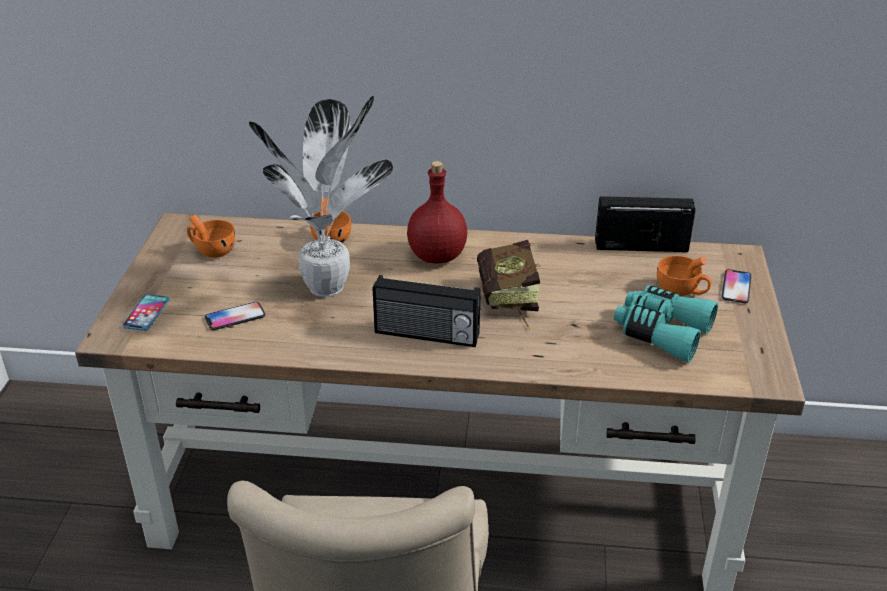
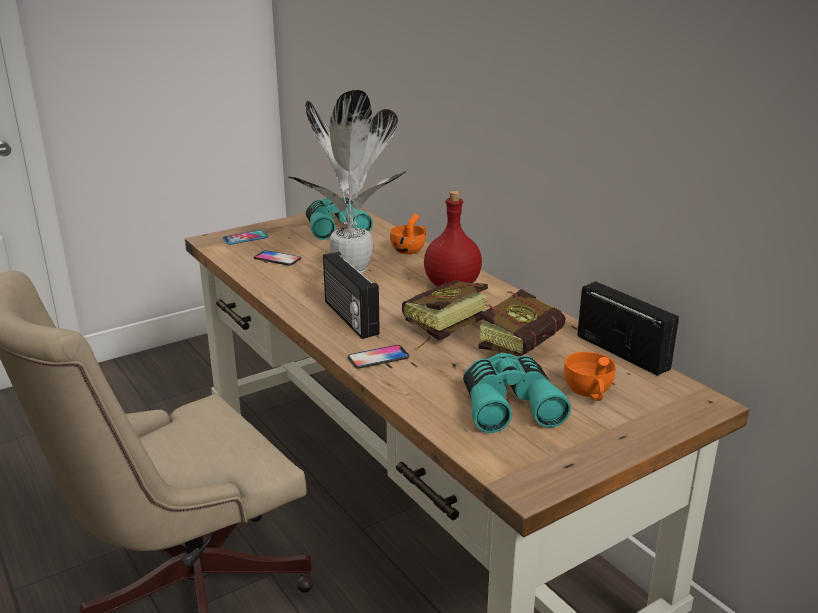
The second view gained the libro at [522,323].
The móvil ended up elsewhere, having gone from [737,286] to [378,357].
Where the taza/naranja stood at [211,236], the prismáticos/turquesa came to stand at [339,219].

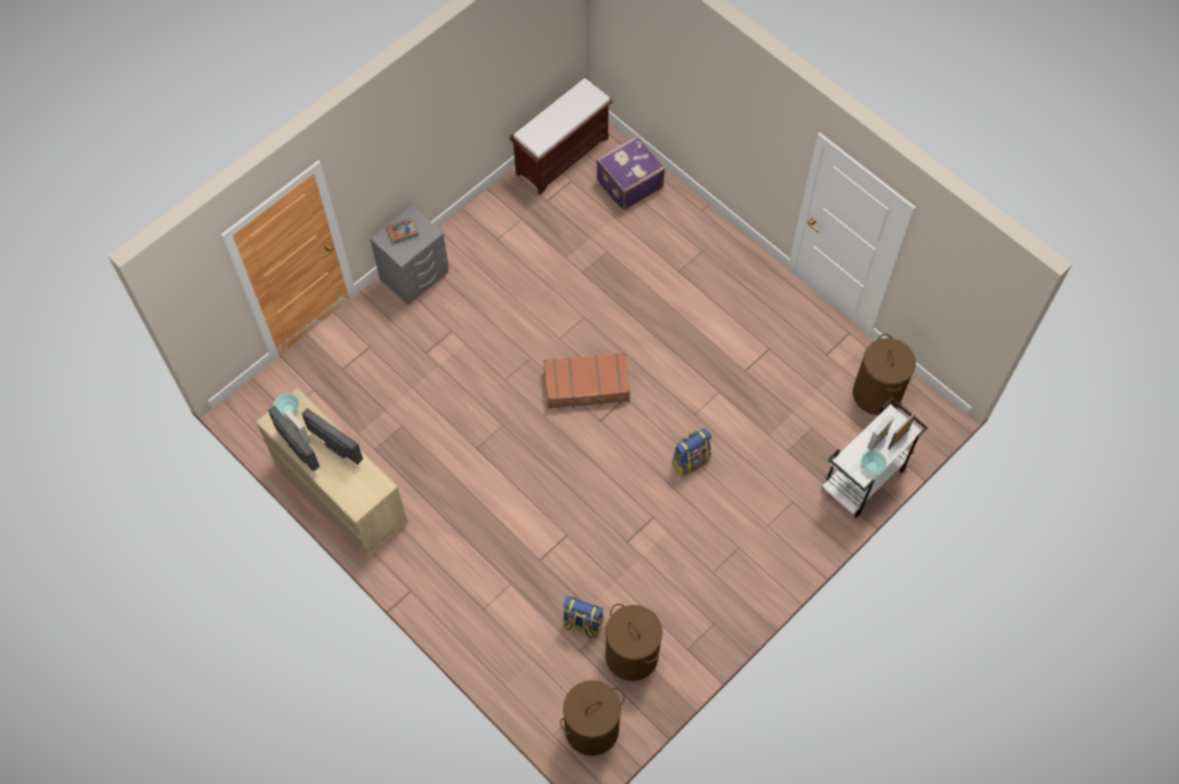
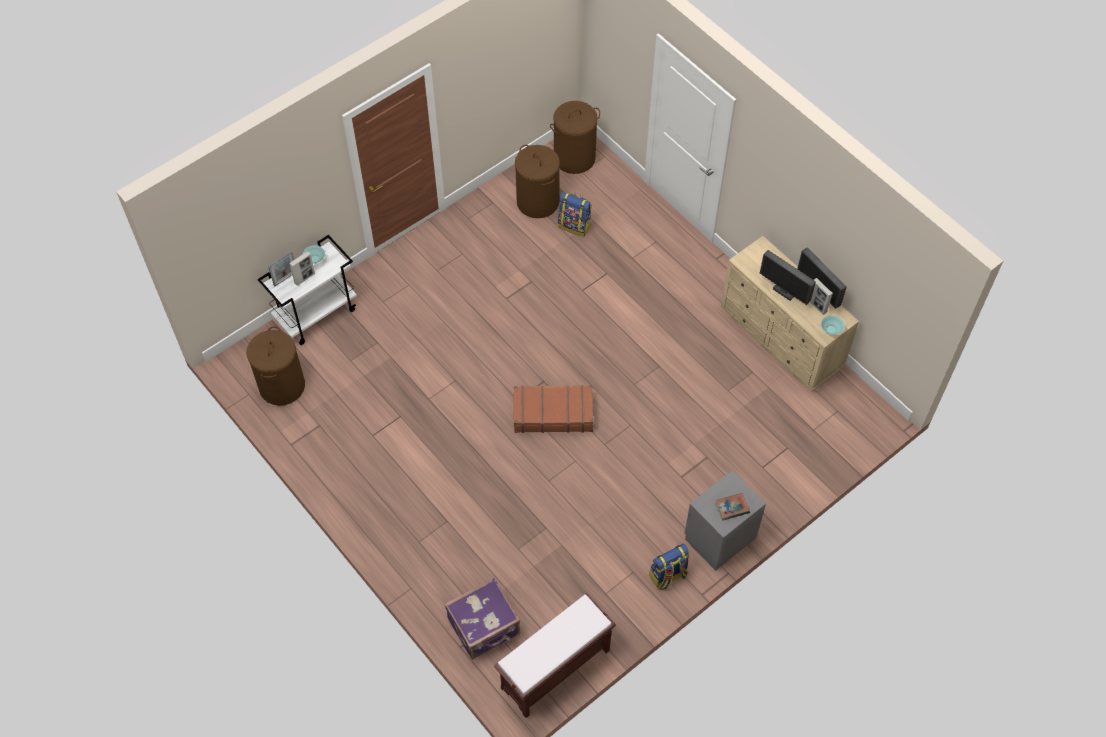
The mochila ended up elsewhere, having gone from [691,453] to [669,567].

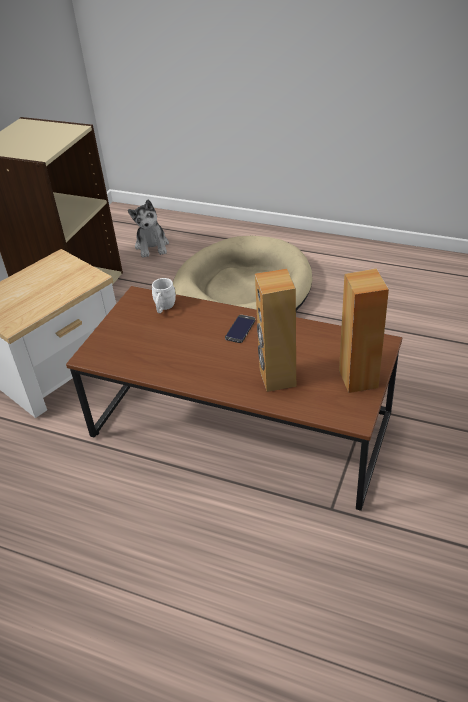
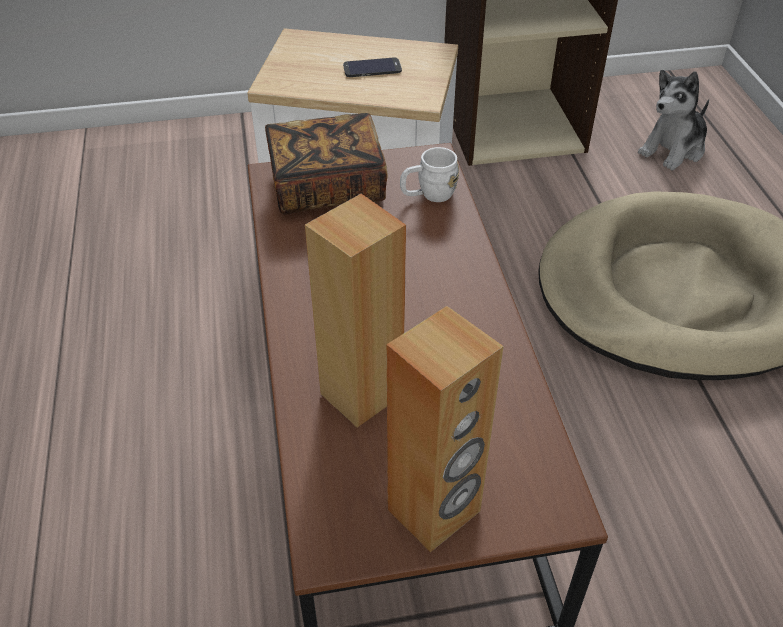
The second view gained the libro at [326,164].
The móvil ended up elsewhere, having gone from [240,329] to [372,67].

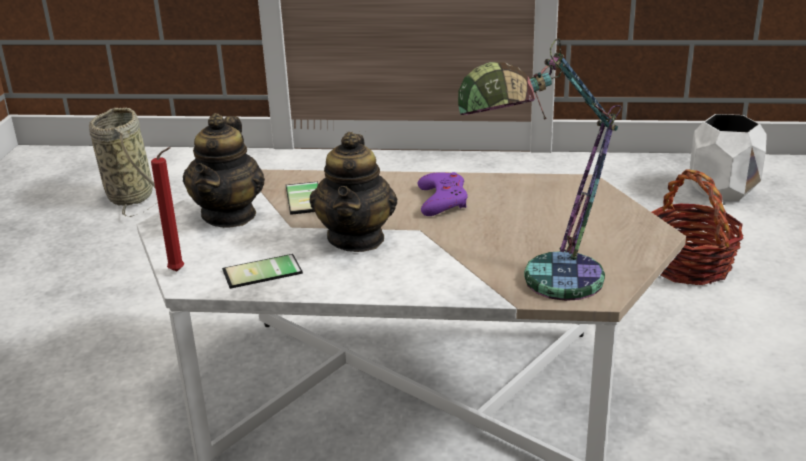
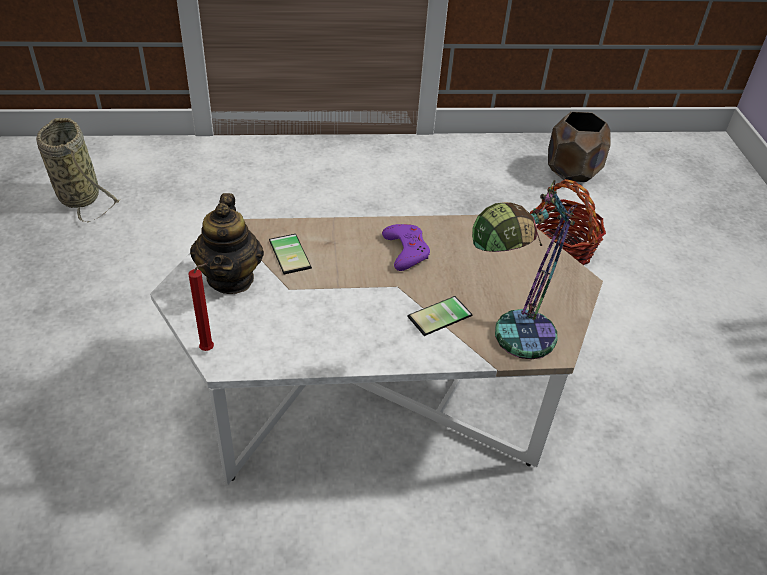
The second view lost the tetera at [353,192].
The móvil ended up elsewhere, having gone from [262,271] to [440,316].
What was the maceta/blanco at [728,157] turned into the maceta/marrón at [579,147].

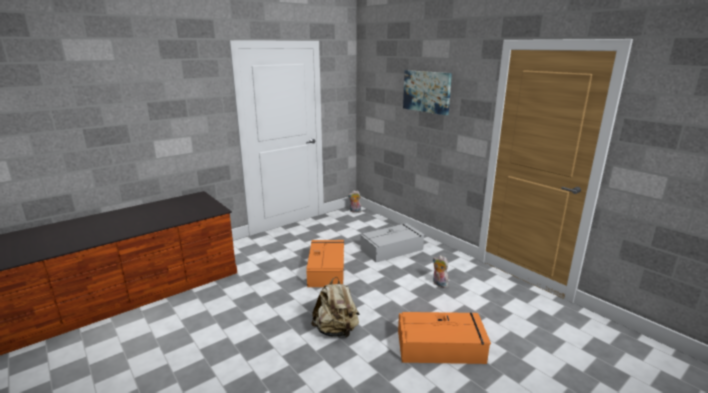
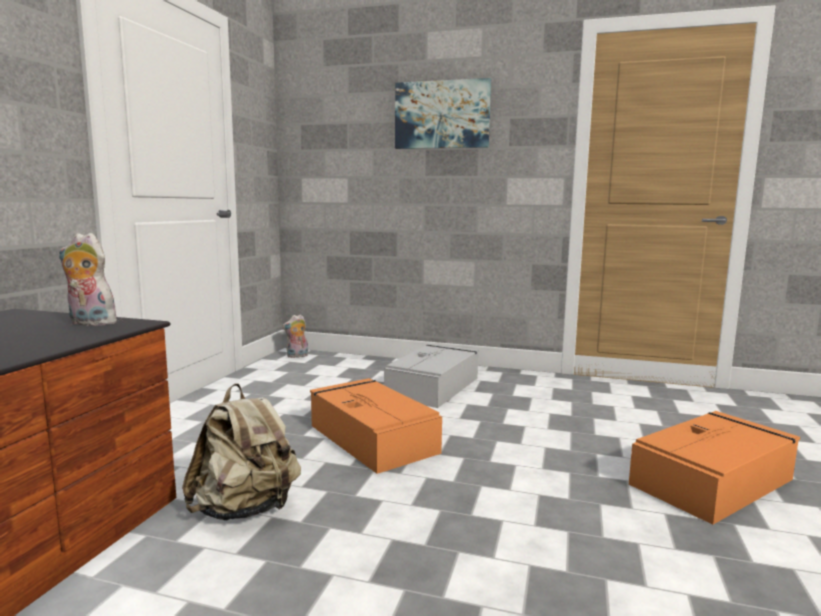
The mochila/beis ended up elsewhere, having gone from [335,307] to [241,452].
The peluche ended up elsewhere, having gone from [441,271] to [90,279].

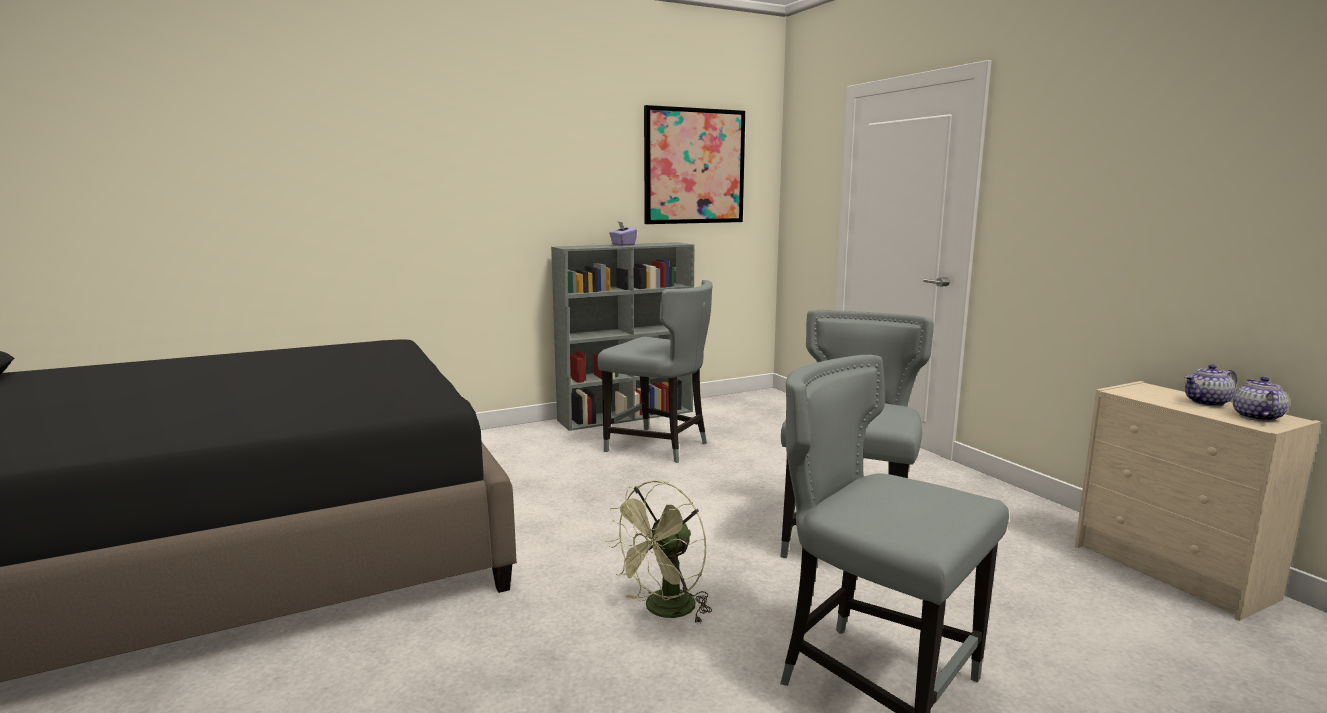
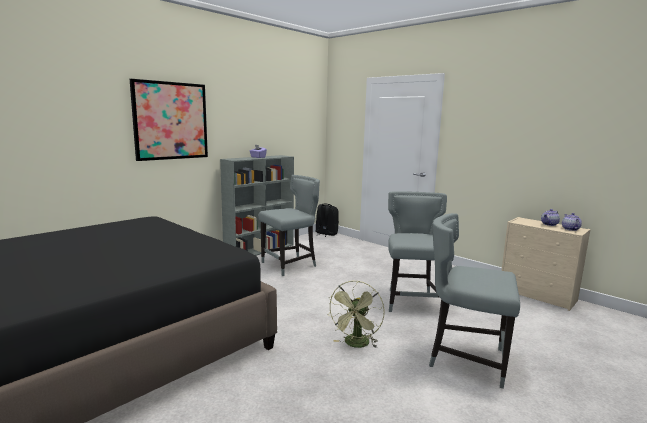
The second view gained the mochila/negro at [327,220].
The cuadro ended up elsewhere, having gone from [694,164] to [169,120].
The silla/gris at [655,371] ended up facing another way, 45 degrees counterclockwise from before.

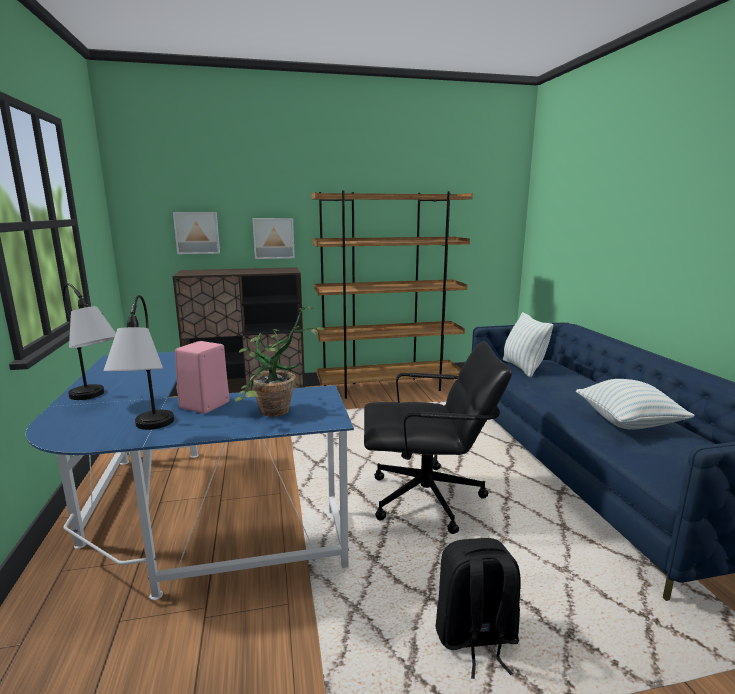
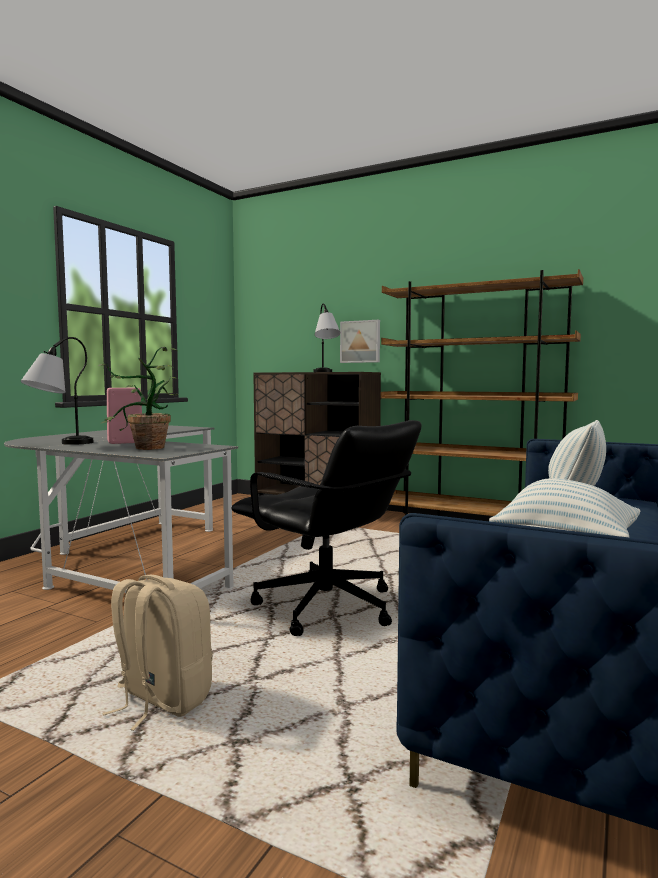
The second view lost the cuadro at [196,233].
The lámpara de mesa ended up elsewhere, having gone from [89,341] to [327,337].
What was the escritorio/azul at [190,476] turned into the escritorio/gris at [121,509].
What was the mochila/negro at [478,608] turned into the mochila/beis at [157,653].

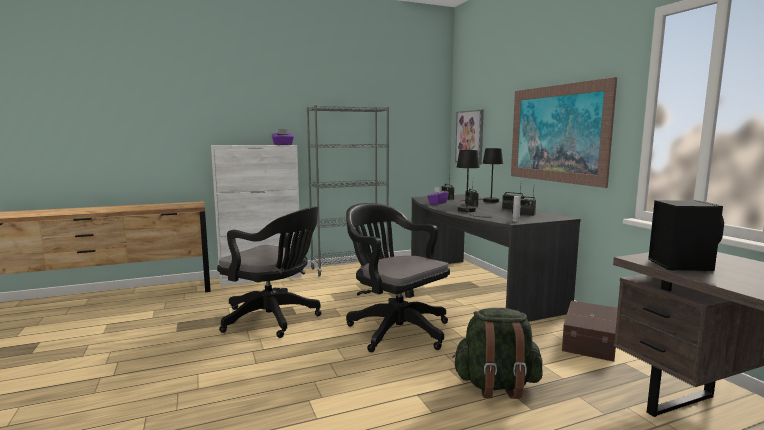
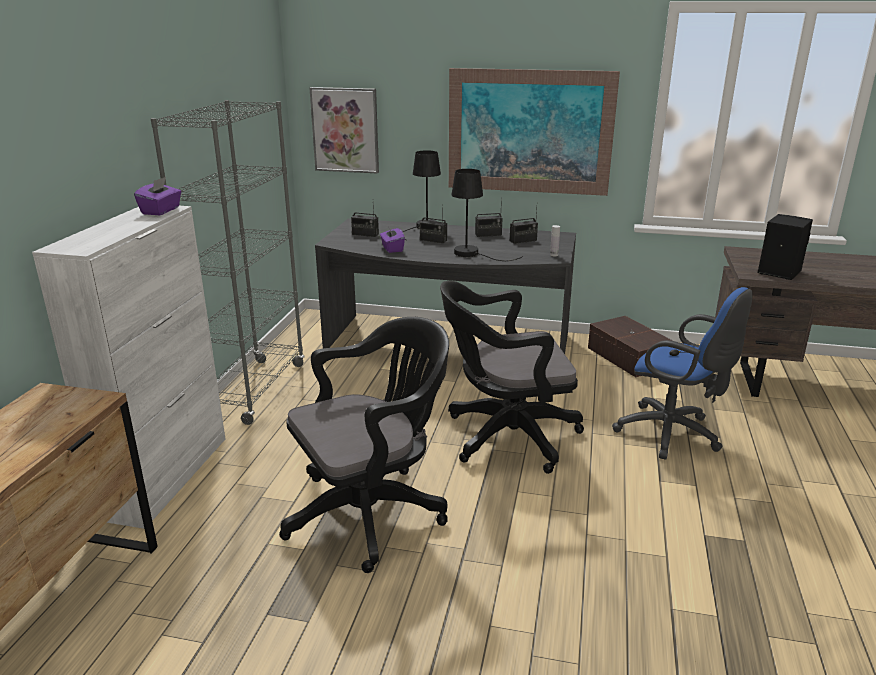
Where the mochila/verde stood at [497,353], the silla de oficina/azul came to stand at [682,373].

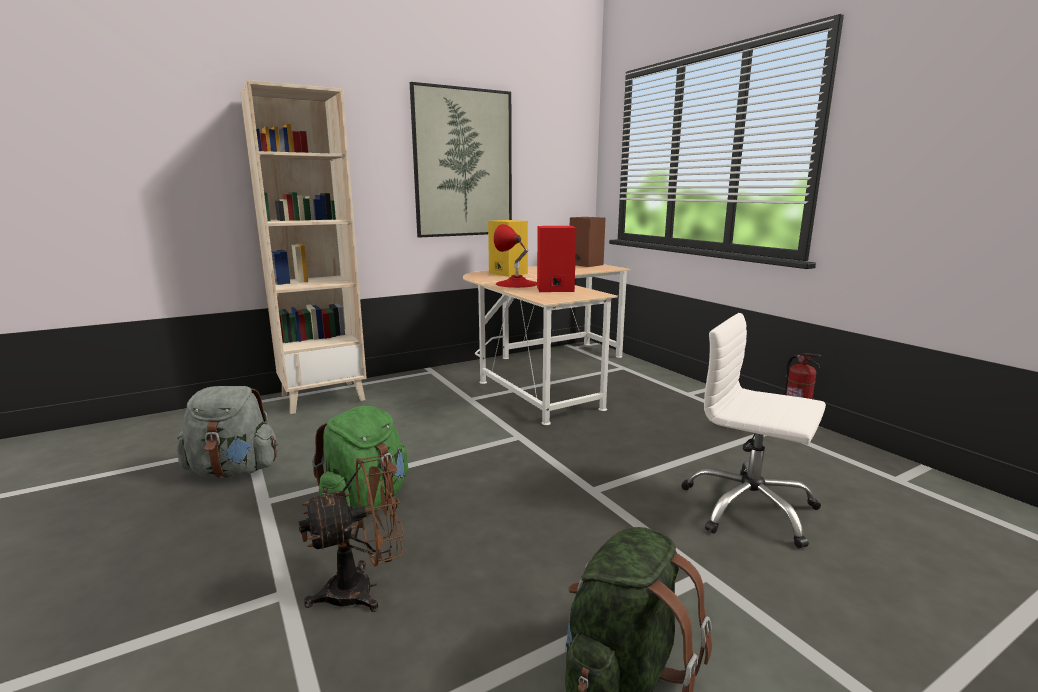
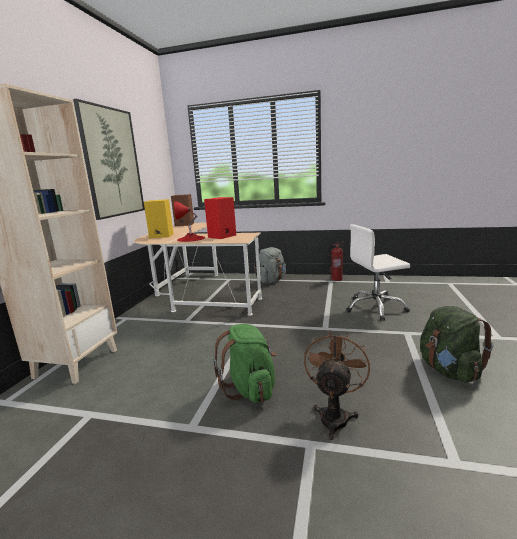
The mochila/gris ended up elsewhere, having gone from [227,432] to [270,265].

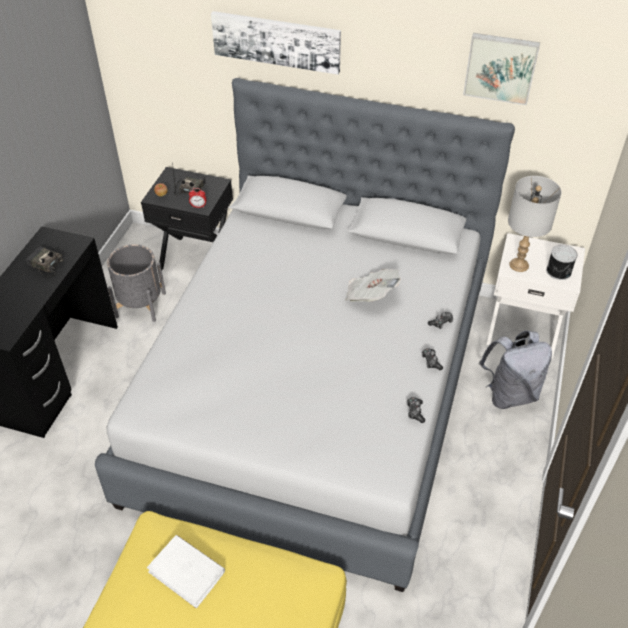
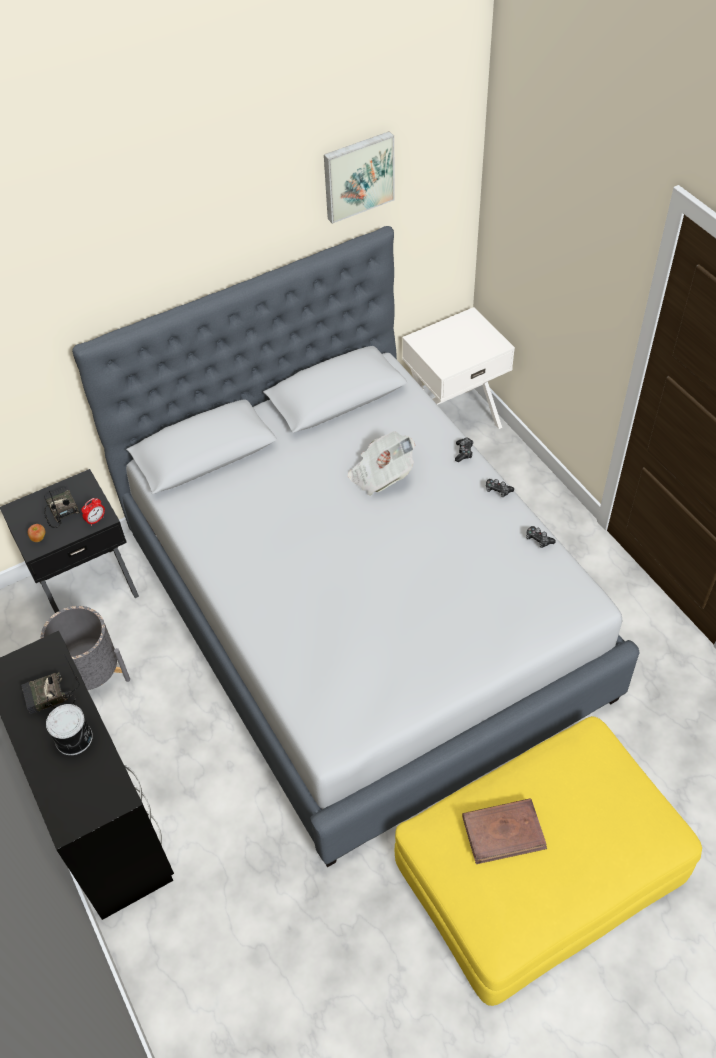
The second view lost the cuadro at [276,43].
The second view lost the mochila/gris at [515,370].
The second view lost the lámpara de mesa/gris at [535,224].
The lata ended up elsewhere, having gone from [561,262] to [69,729].
What was the libro/blanco at [186,571] turned into the libro/marrón at [504,831].

